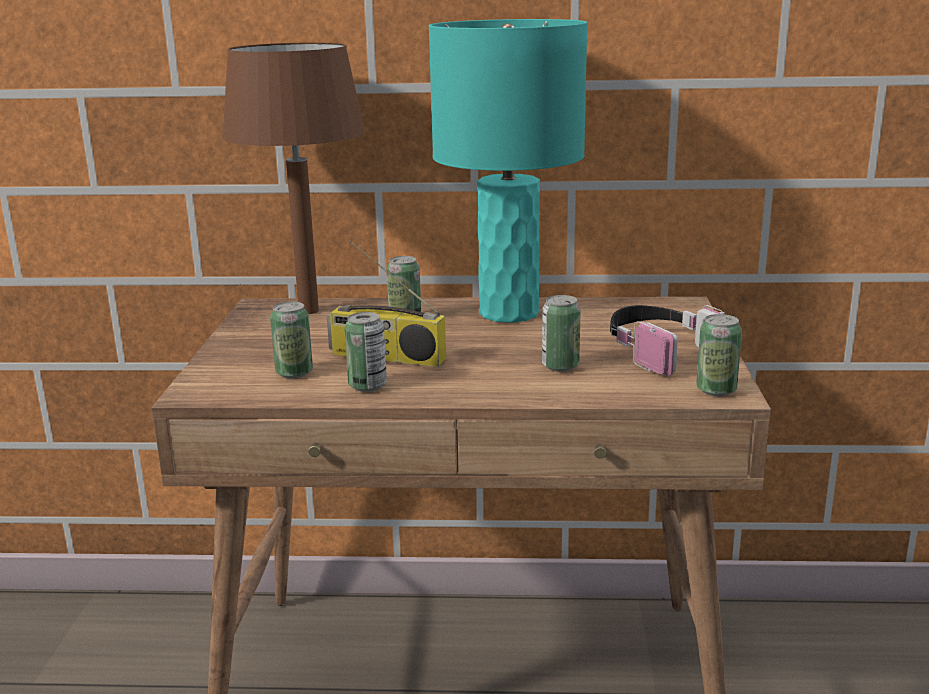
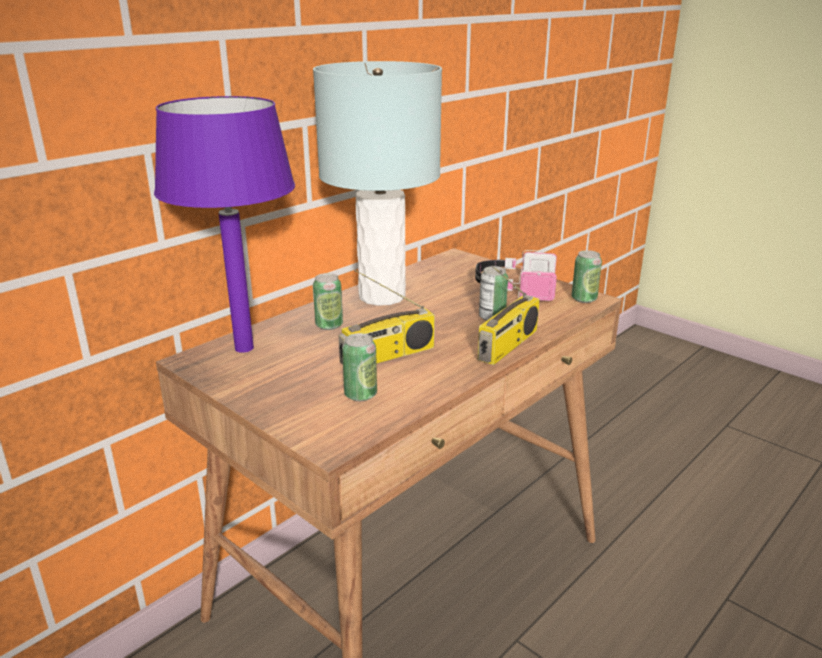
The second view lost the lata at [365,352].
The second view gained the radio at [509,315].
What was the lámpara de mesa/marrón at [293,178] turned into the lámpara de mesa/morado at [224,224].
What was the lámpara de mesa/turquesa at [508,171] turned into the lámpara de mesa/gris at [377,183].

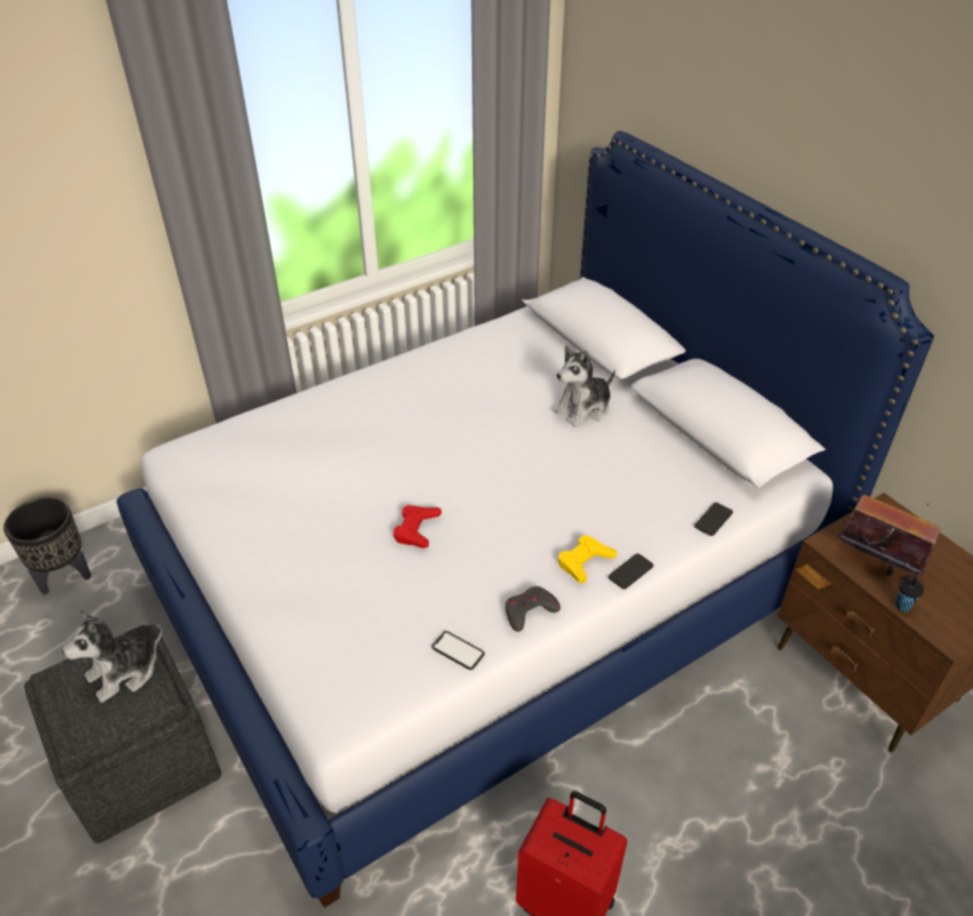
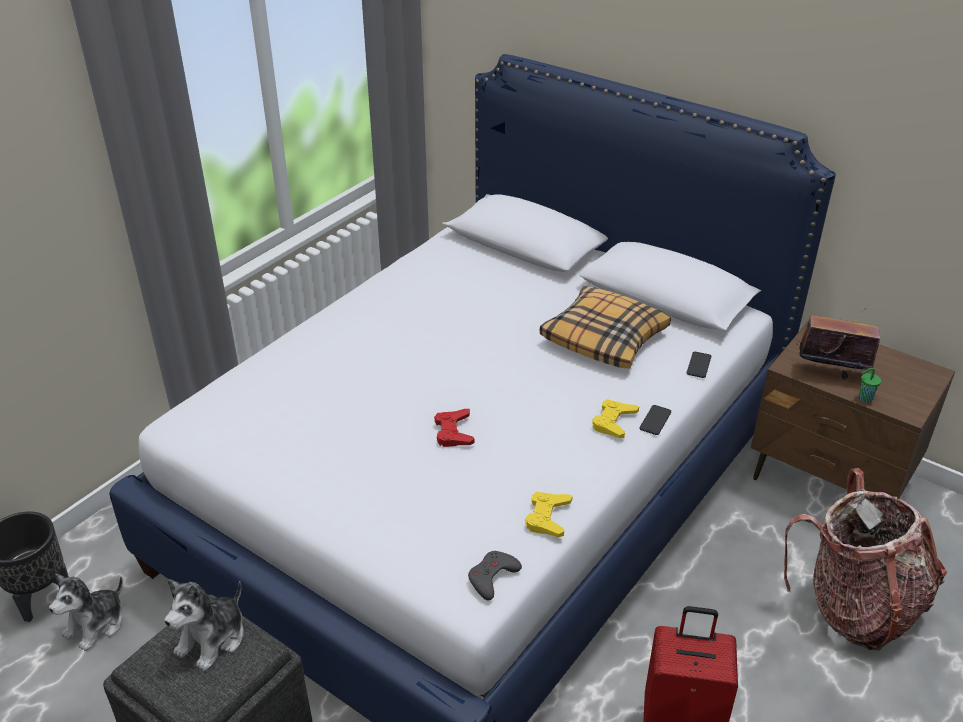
The second view gained the cojín at [605,327].
The second view gained the mochila at [865,559].
The mando de consola/gris ended up elsewhere, having gone from [532,609] to [495,575].
The peluche ended up elsewhere, having gone from [584,386] to [86,612].
Where the móvil stood at [458,650], the mando de consola/amarillo came to stand at [549,514].
What was the taza/negro at [909,593] turned into the taza/verde at [870,385].

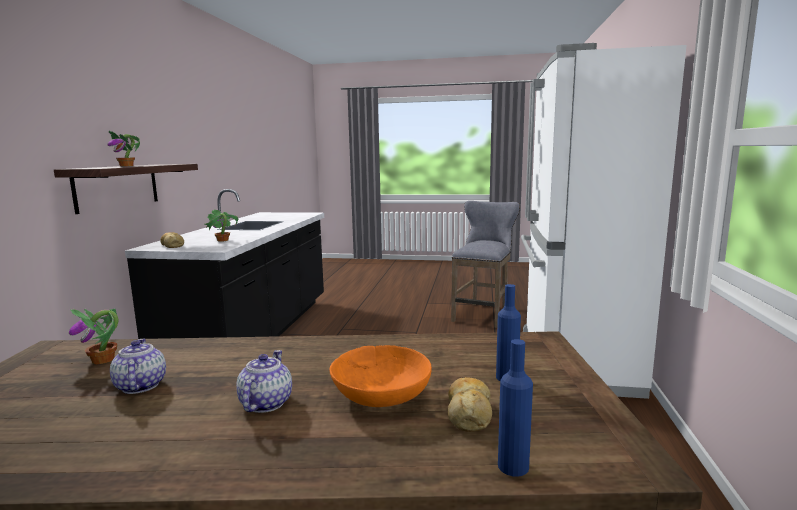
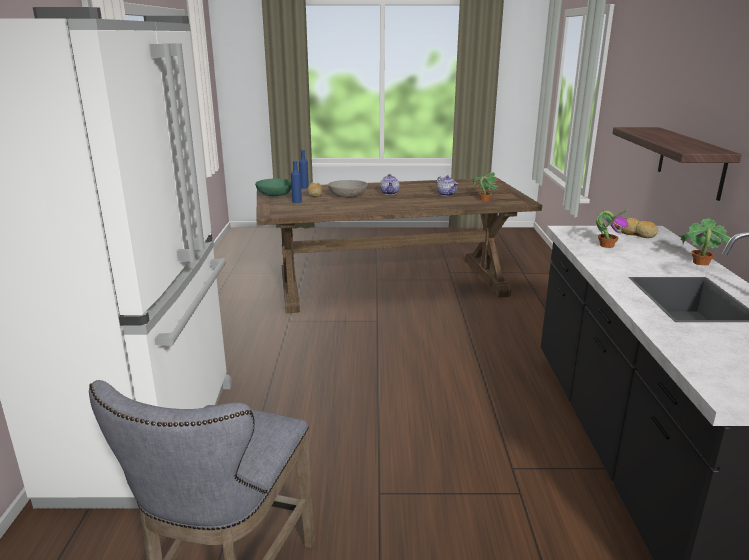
The second view gained the cuenco/verde at [273,187].
The planta en maceta ended up elsewhere, having gone from [124,148] to [705,242].
What was the cuenco/naranja at [381,376] turned into the cuenco/gris at [347,189].

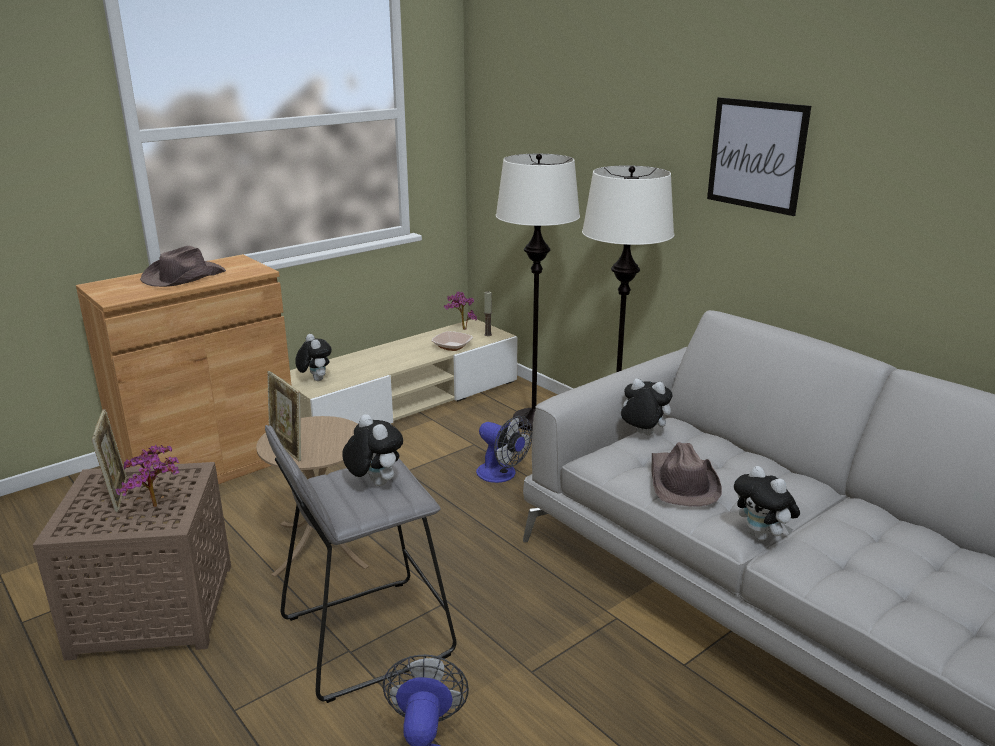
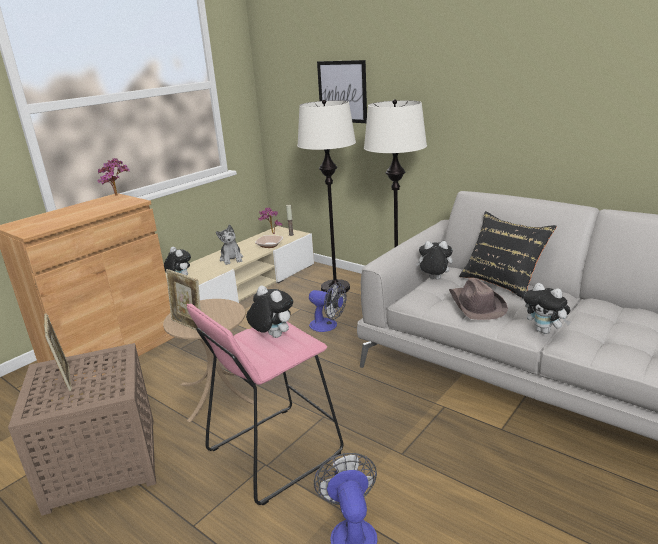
The second view lost the sombrero/marrón at [183,266].
The second view gained the peluche at [229,244].
The second view gained the cojín/negro at [508,255].
The planta en maceta ended up elsewhere, having gone from [147,476] to [113,176].
The cuadro ended up elsewhere, having gone from [759,156] to [342,91].
What was the taburete/gris at [361,564] turned into the taburete/rosa at [265,404].

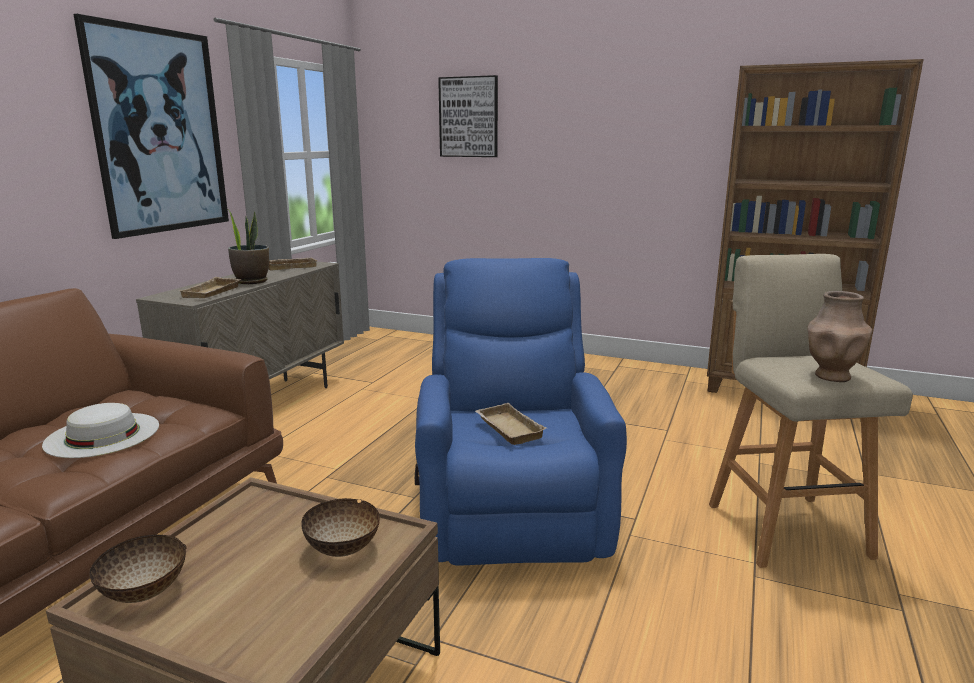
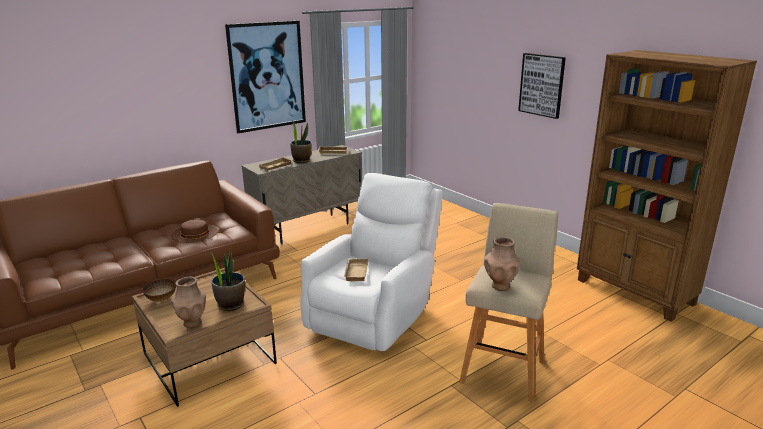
The second view gained the florero/marrón at [188,302].
The cuadro ended up elsewhere, having gone from [468,116] to [542,86].
Where the cuenco stood at [340,527], the planta en maceta came to stand at [227,279].
What was the sombrero/blanco at [100,430] turned into the sombrero/marrón at [194,231].
What was the sillón/azul at [521,412] turned into the sillón/blanco at [371,262].

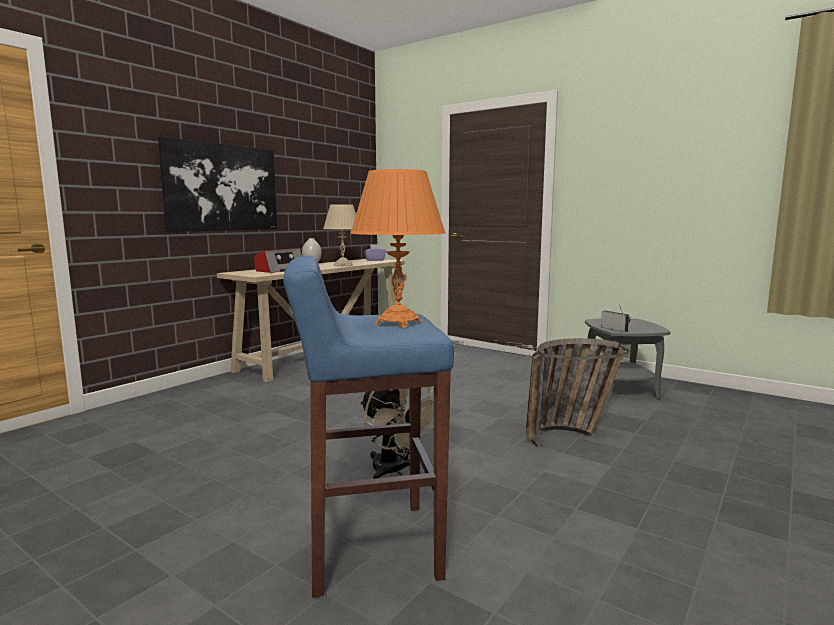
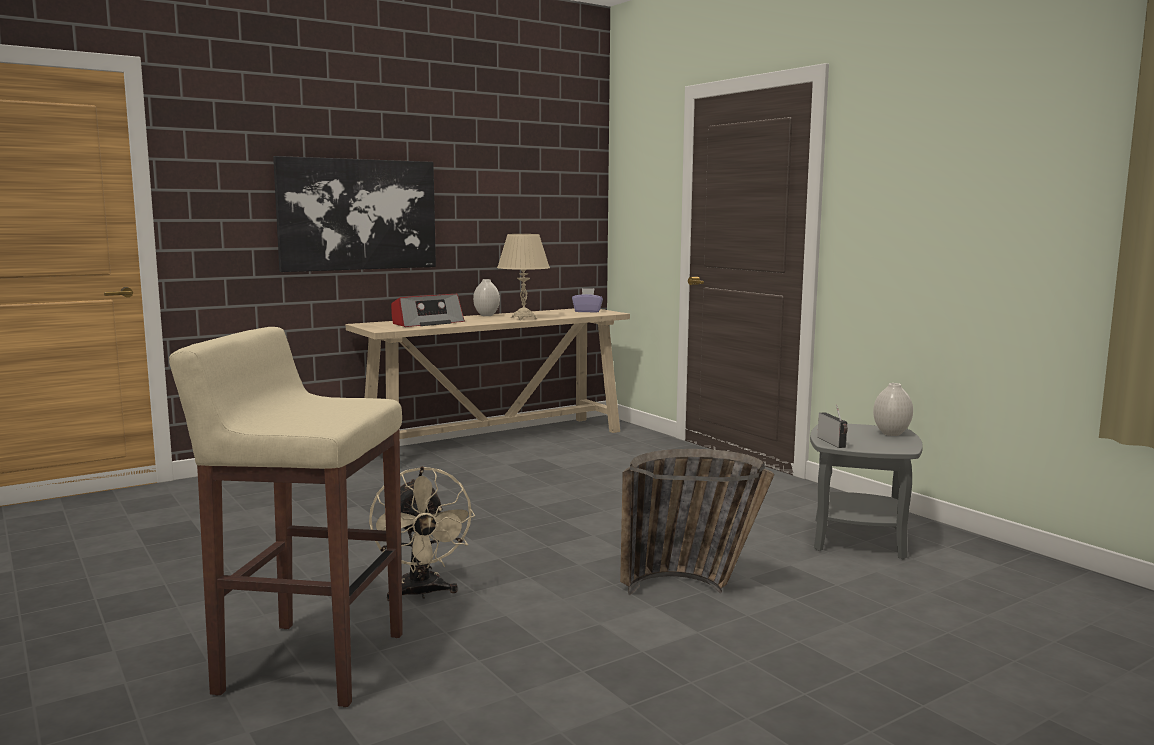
The second view lost the lámpara de mesa/naranja at [398,248].
The second view gained the florero/blanco at [893,409].
What was the taburete/azul at [368,426] turned into the taburete/beis at [286,517].

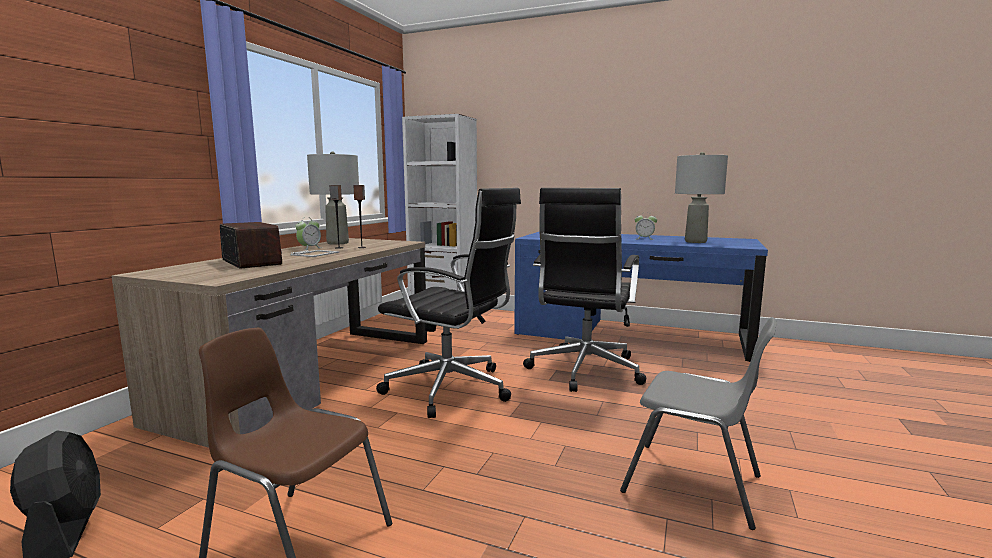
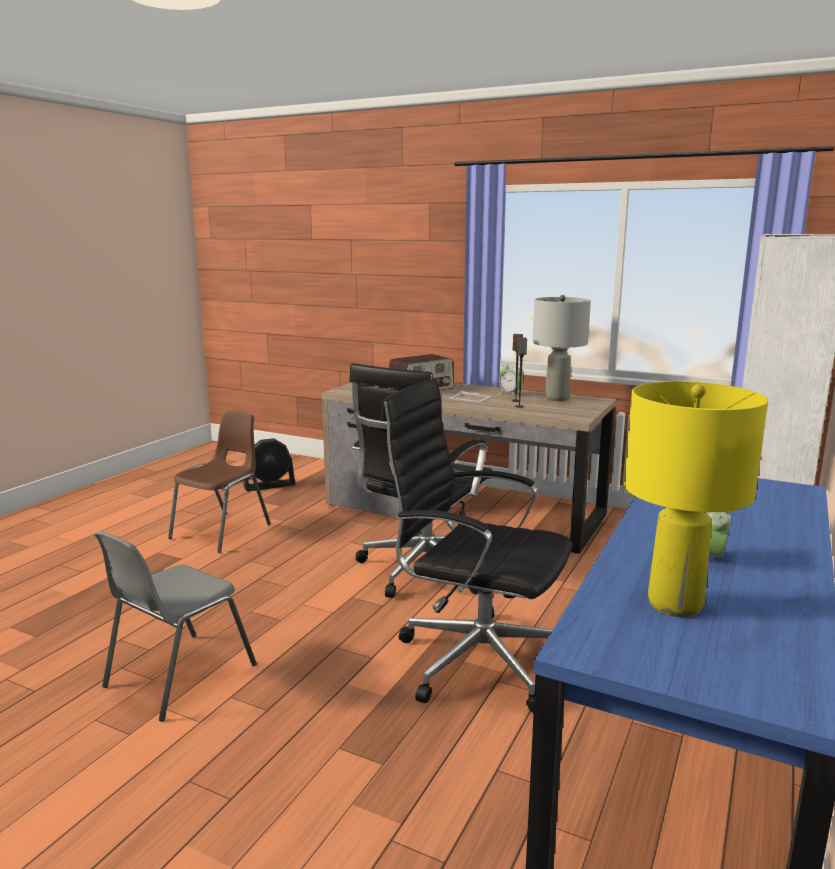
What was the lámpara de mesa/gris at [701,197] turned into the lámpara de mesa/amarillo at [696,499].

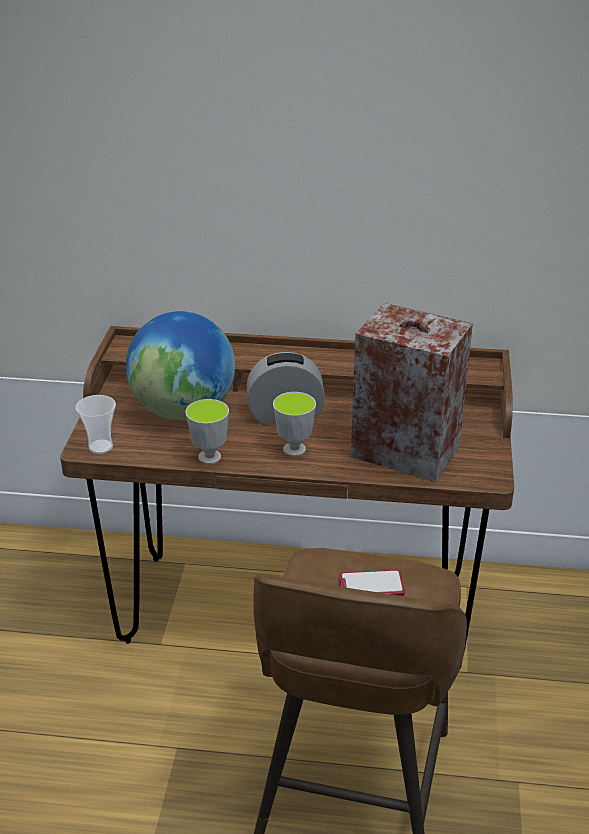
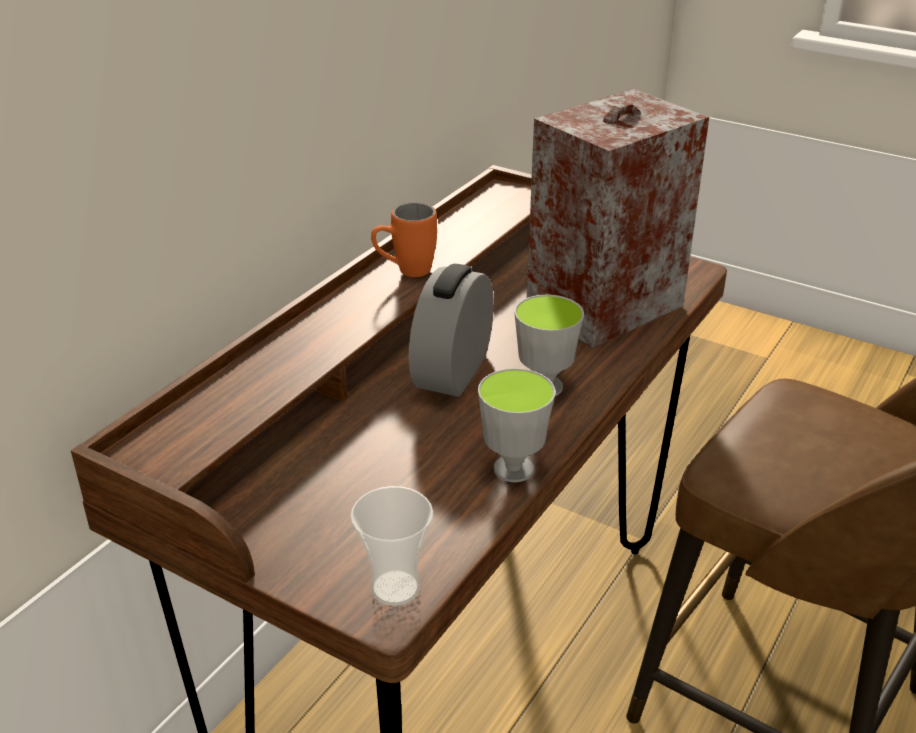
The second view lost the globo terráqueo at [180,365].
The second view lost the móvil at [372,583].
The second view gained the taza grande/naranja at [404,239].

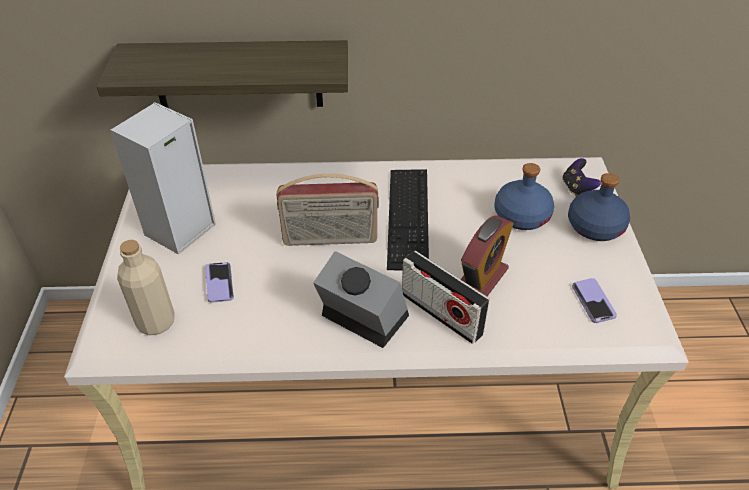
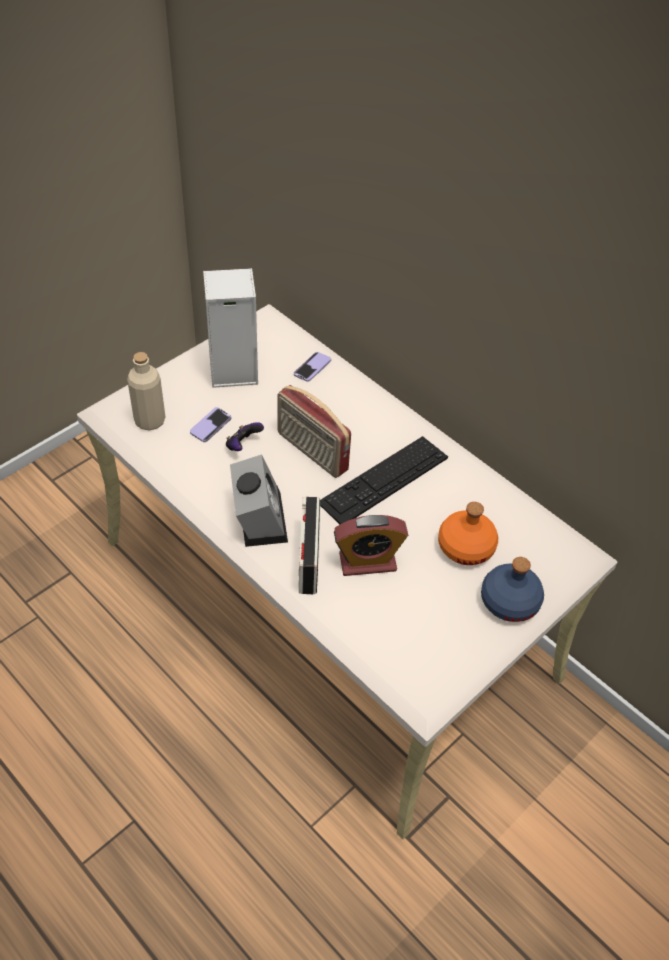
The second view lost the estante at [222,74].
The mando de consola ended up elsewhere, having gone from [581,177] to [245,436].
The móvil ended up elsewhere, having gone from [594,300] to [312,367].
What was the botella/azul at [524,196] turned into the botella/naranja at [468,533].

